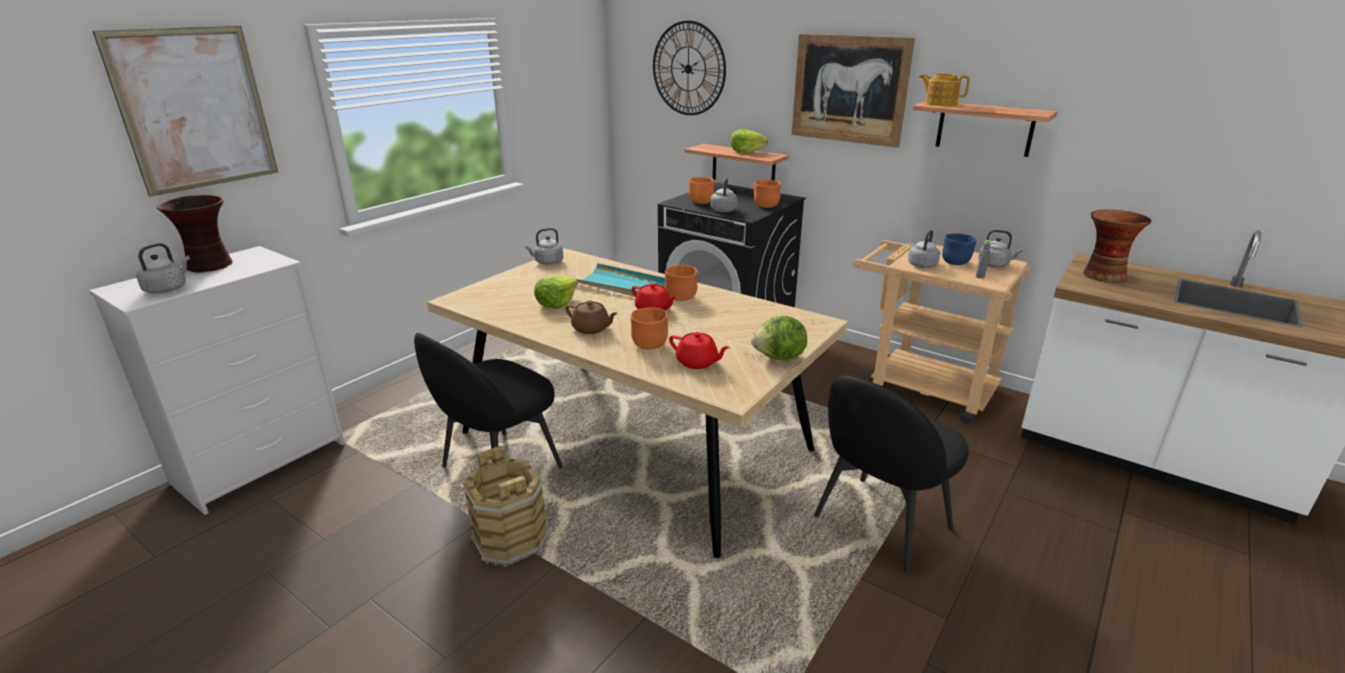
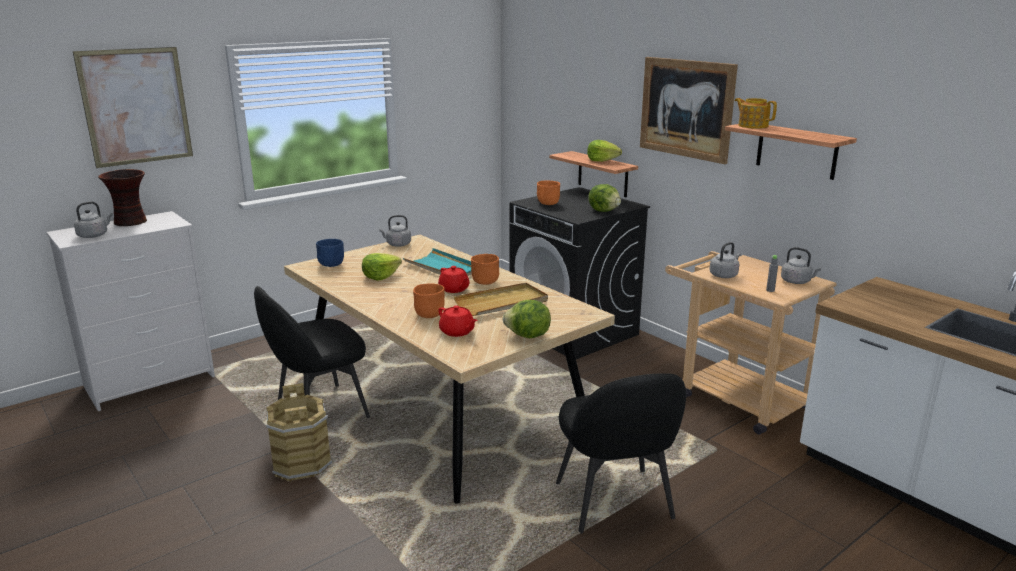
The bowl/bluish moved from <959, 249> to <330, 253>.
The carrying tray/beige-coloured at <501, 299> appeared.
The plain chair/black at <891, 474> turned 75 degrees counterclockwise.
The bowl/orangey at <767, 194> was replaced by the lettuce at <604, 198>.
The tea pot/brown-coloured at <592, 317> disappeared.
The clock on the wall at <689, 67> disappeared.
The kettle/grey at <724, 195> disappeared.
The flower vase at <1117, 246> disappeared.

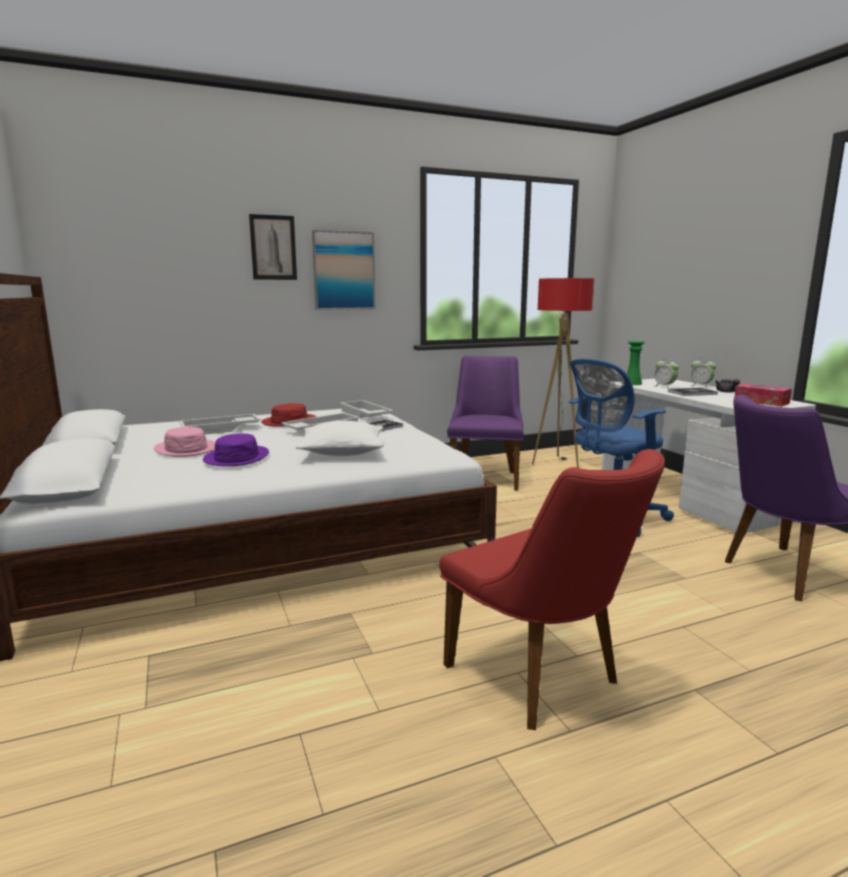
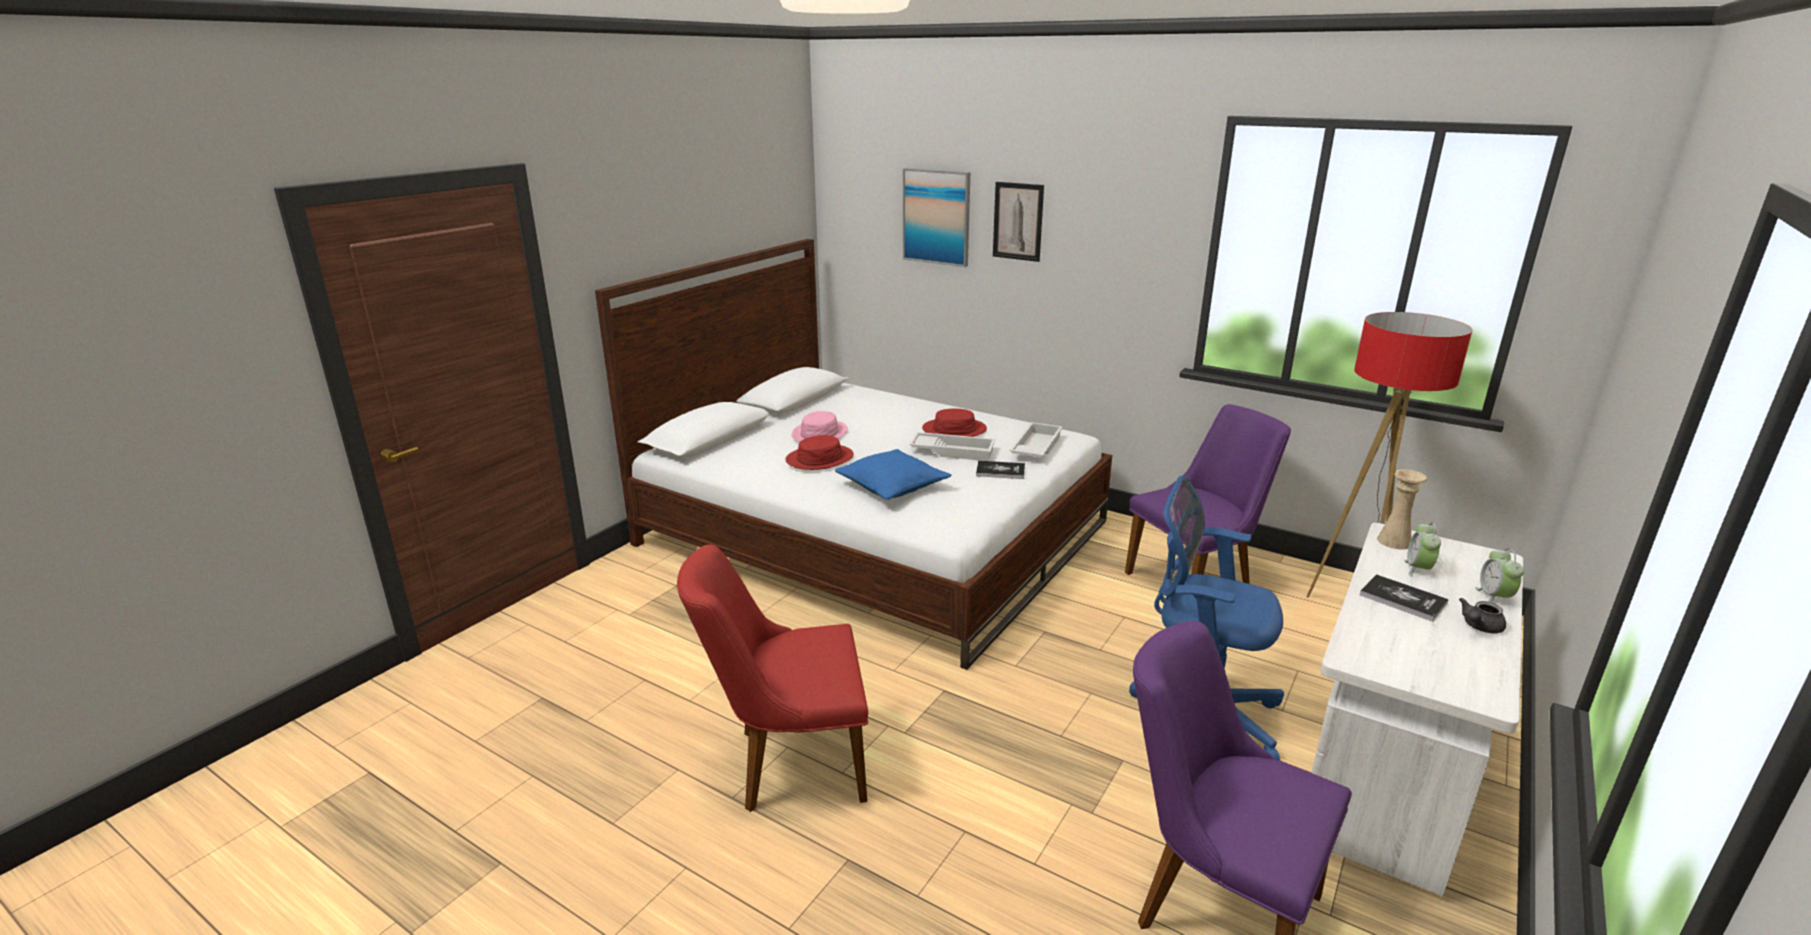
The plain chair/reddish at <552, 589> turned 60 degrees clockwise.
The wearable hat/purple at <236, 449> became the wearable hat/reddish at <819, 452>.
The throw pillow/white-coloured at <340, 438> became the throw pillow/bluish at <893, 474>.
The wall art moved from <343, 270> to <937, 217>.
The flower vase/green-coloured at <636, 363> became the flower vase/beige-coloured at <1402, 509>.
The carrying tray/white-coloured at <220, 424> disappeared.
The tissue box at <763, 395> disappeared.

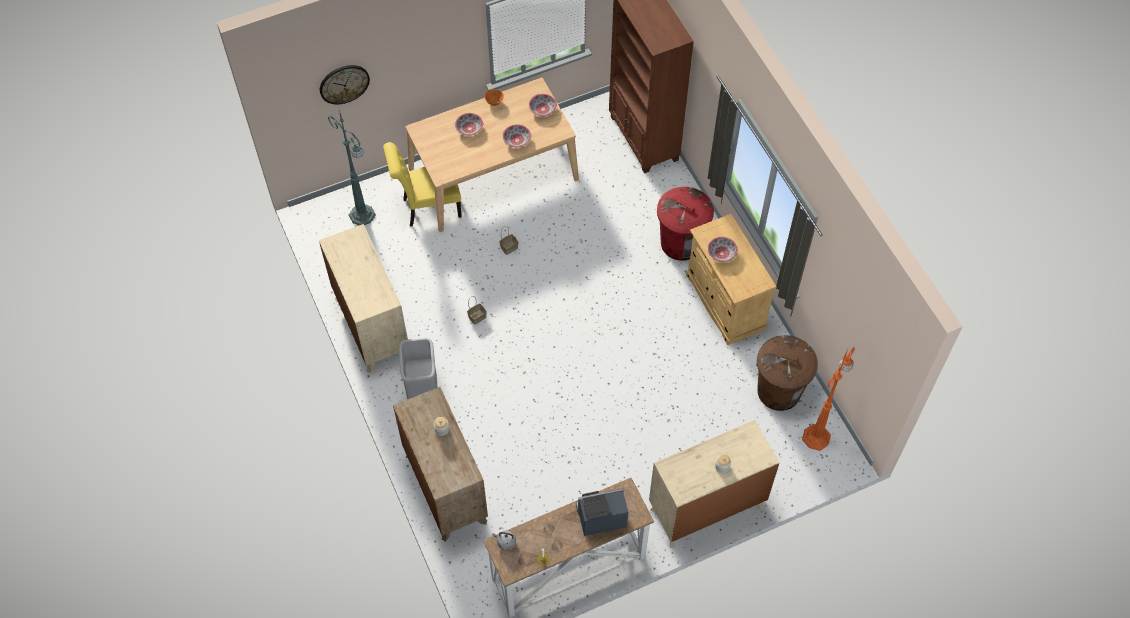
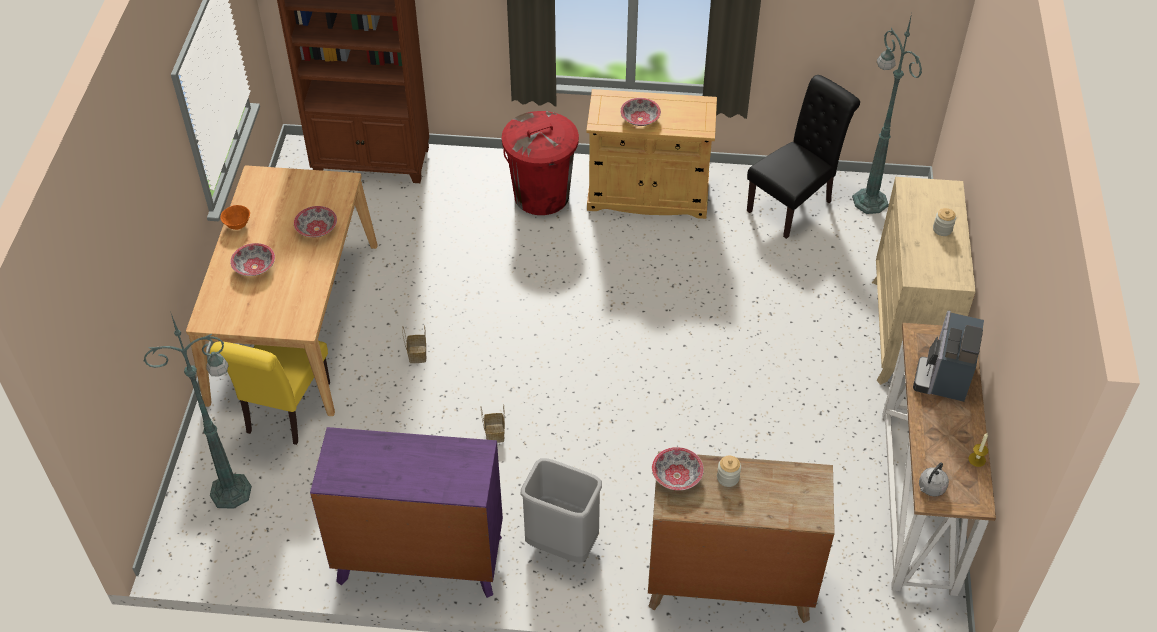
The chest of drawers/beige-coloured at <363, 298> became the chest of drawers/purple at <406, 512>.
The bowl moved from <543, 105> to <678, 468>.
The waste bin/brown-coloured at <787, 373> was replaced by the plain chair/black at <803, 157>.
The standing lamp/orangey at <828, 399> became the standing lamp/green-coloured at <887, 114>.
The clock on the wall at <345, 84> disappeared.

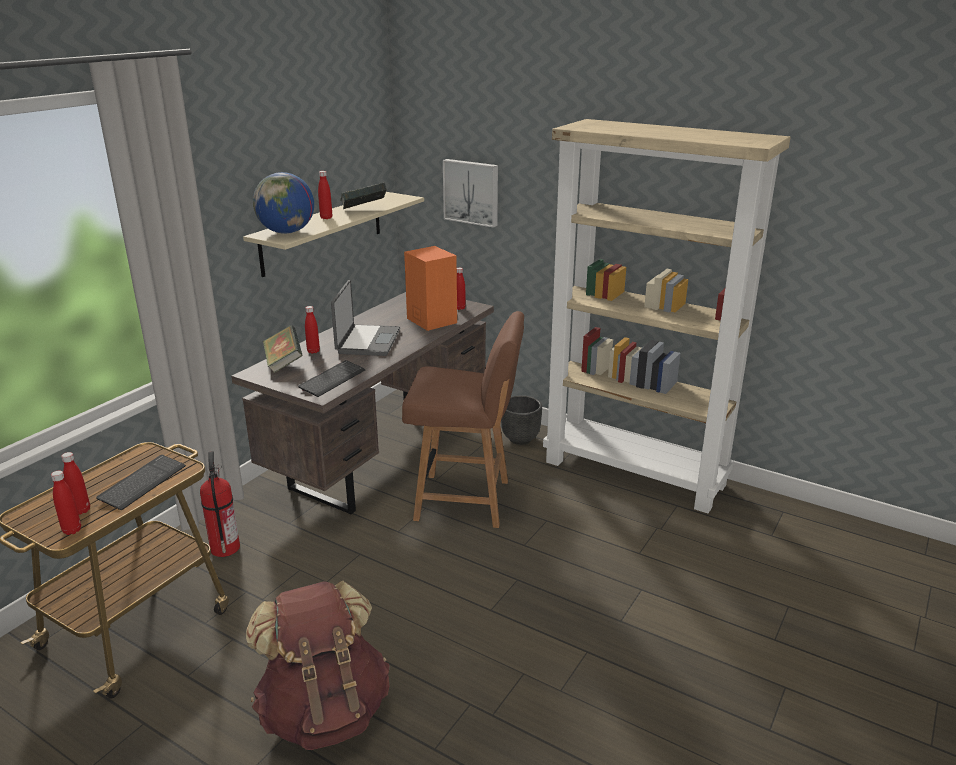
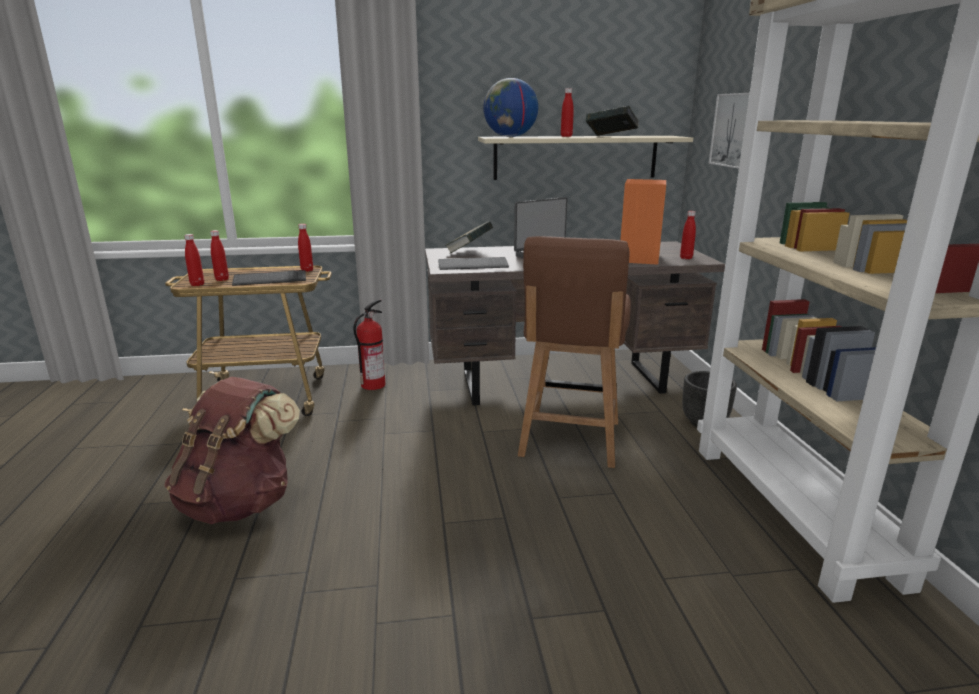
The bottle/reddish moved from <312, 330> to <305, 248>.
The plain chair/brown-coloured at <463, 419> turned 45 degrees clockwise.

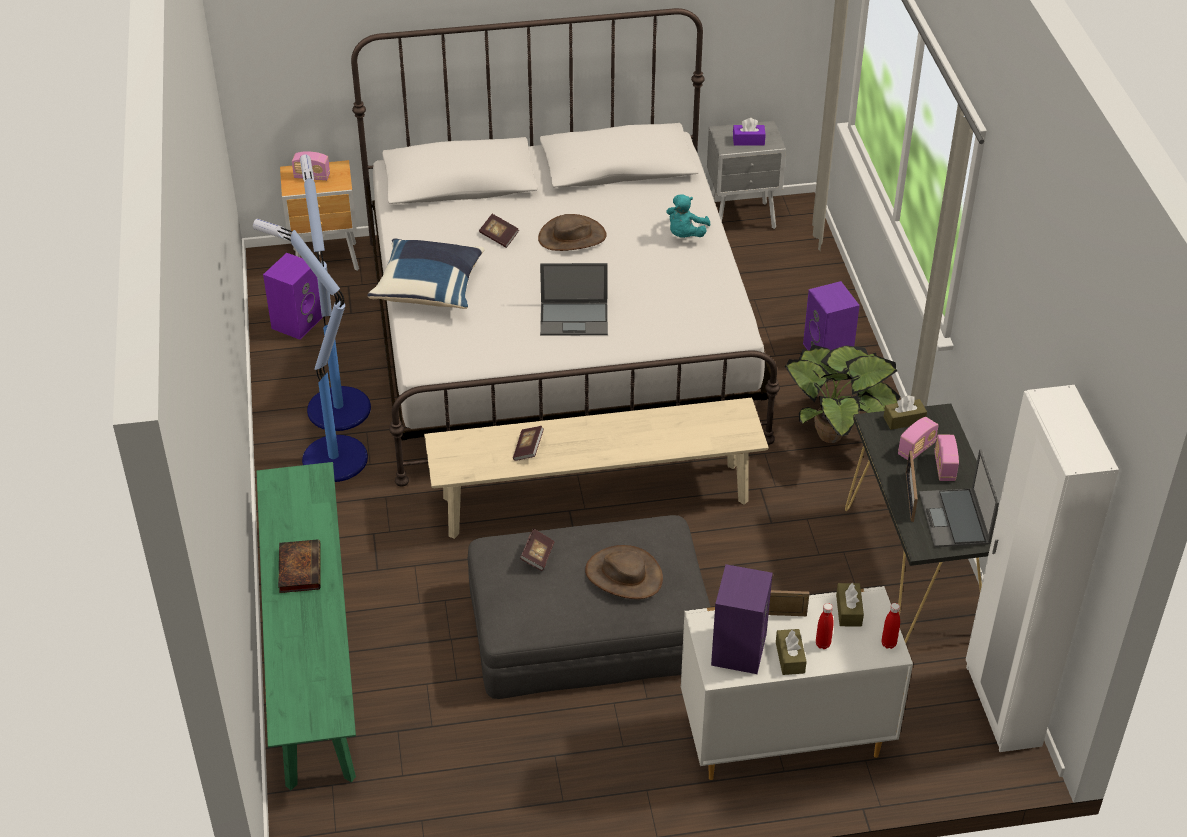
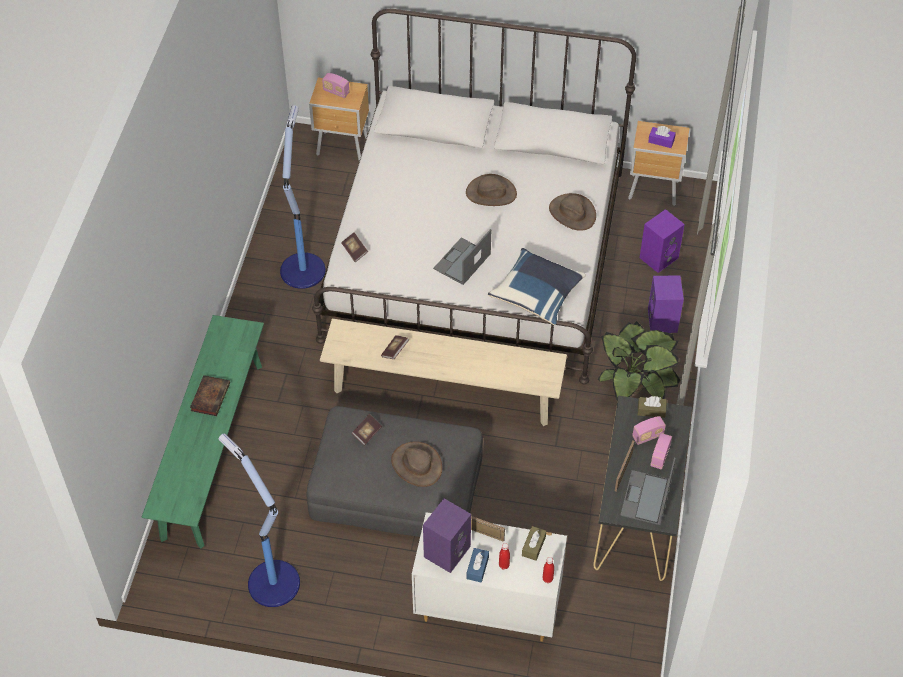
The standing lamp moved from <310, 350> to <259, 520>.
The book moved from <499, 231> to <354, 247>.
The notebook computer at <574, 299> turned 105 degrees clockwise.
The tissue box/brown-coloured at <791, 652> became the tissue box/bluish at <477, 565>.
The throw pillow/bluish moved from <426, 273> to <537, 286>.
The cuddly toy/turquoise at <688, 216> was replaced by the wearable hat/brown-coloured at <572, 212>.
The nightstand/grey at <746, 175> became the nightstand/brown-coloured at <659, 163>.
The speaker/purple moved from <293, 296> to <662, 241>.
The armoire/white-coloured at <1042, 568> disappeared.

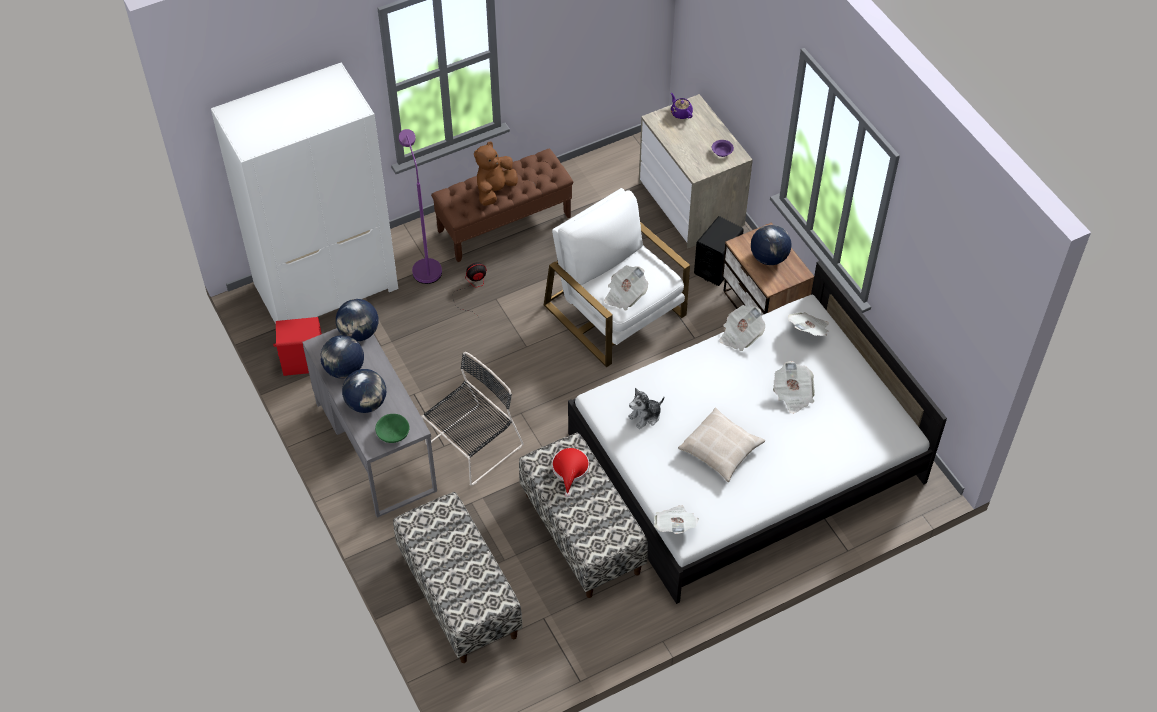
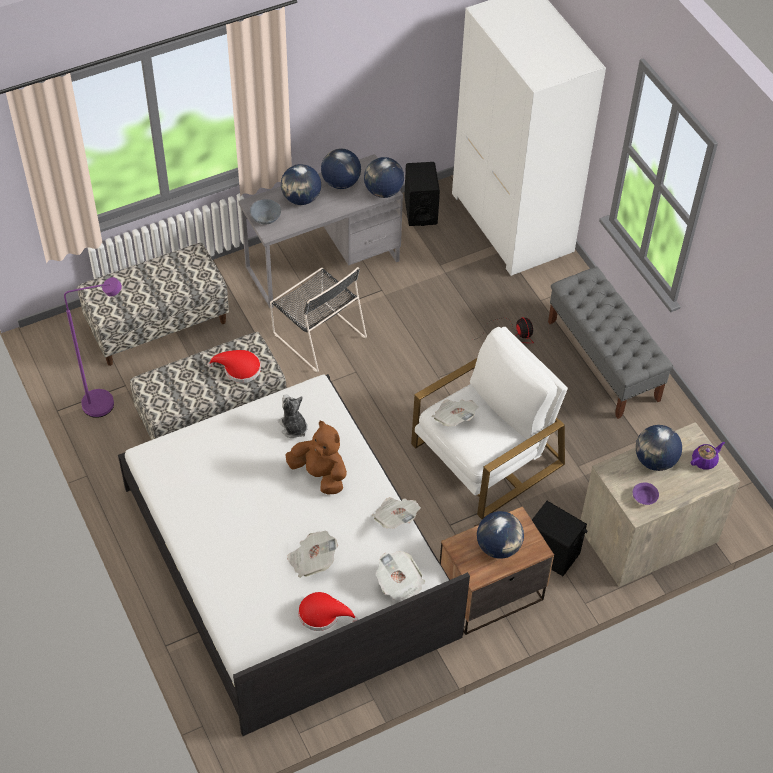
The standing lamp/purple moved from <420, 206> to <93, 347>.
The bowl/green-coloured at <392, 428> became the bowl/grey at <265, 211>.
The cuddly toy/brown-coloured moved from <496, 174> to <316, 457>.
The wearable hat/reddish at <328, 611> appeared.
The speaker/reddish at <297, 346> became the speaker/black at <422, 194>.
The long seat/brown-coloured at <502, 205> became the long seat/grey at <610, 343>.
The world globe at <659, 448> appeared.
The printed paper at <676, 519> disappeared.
The throw pillow/beige-coloured at <721, 445> disappeared.

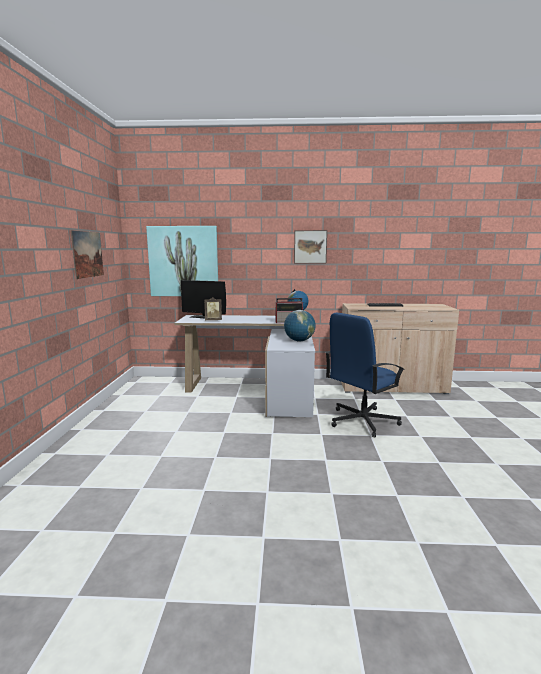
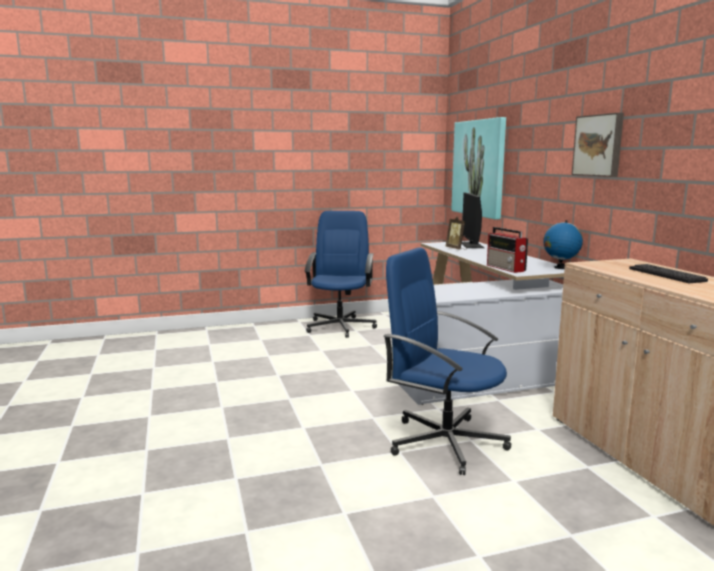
The desk chair/bluish at <340, 274> appeared.
The wall art at <87, 254> disappeared.
The world globe at <300, 325> disappeared.

